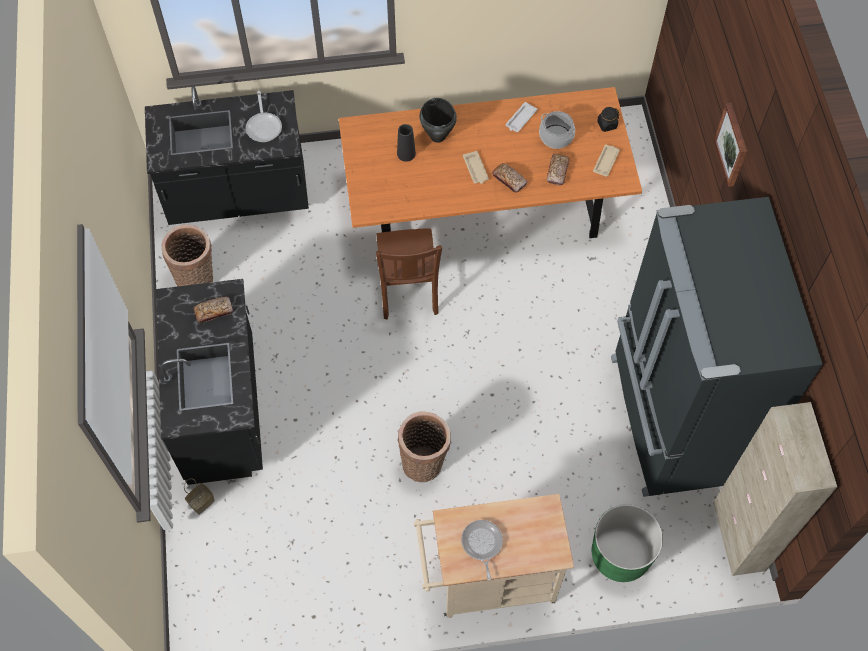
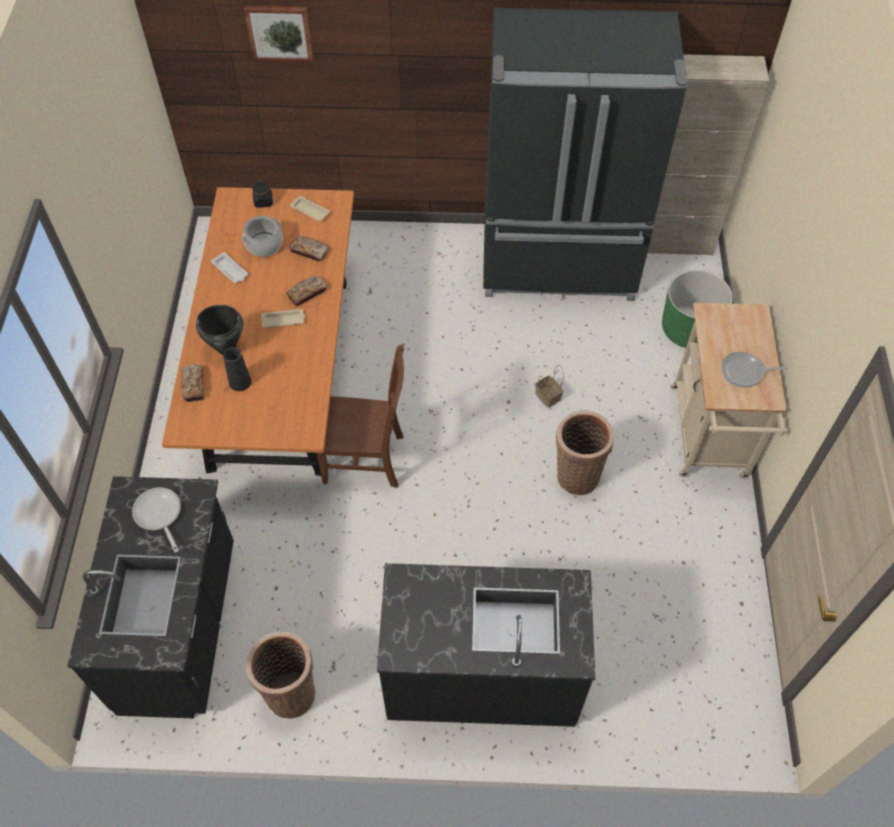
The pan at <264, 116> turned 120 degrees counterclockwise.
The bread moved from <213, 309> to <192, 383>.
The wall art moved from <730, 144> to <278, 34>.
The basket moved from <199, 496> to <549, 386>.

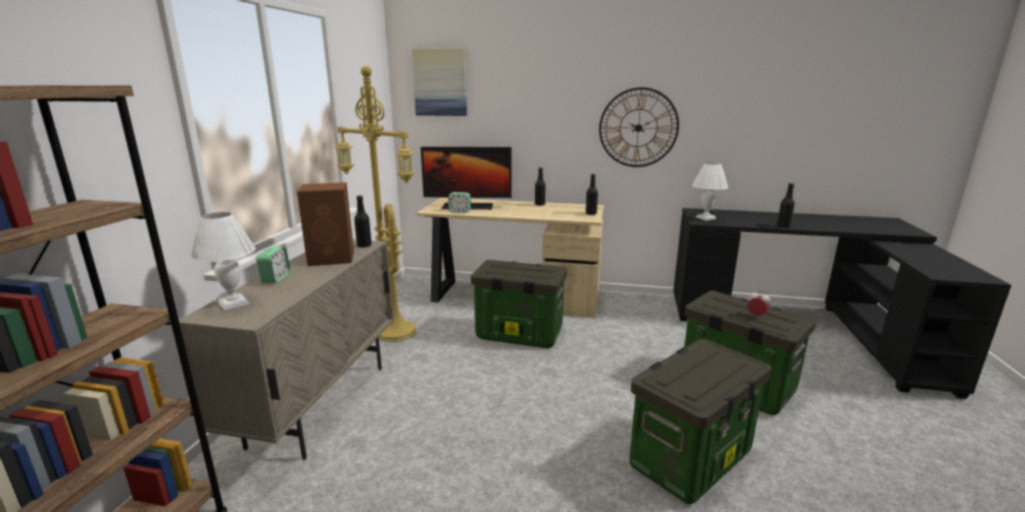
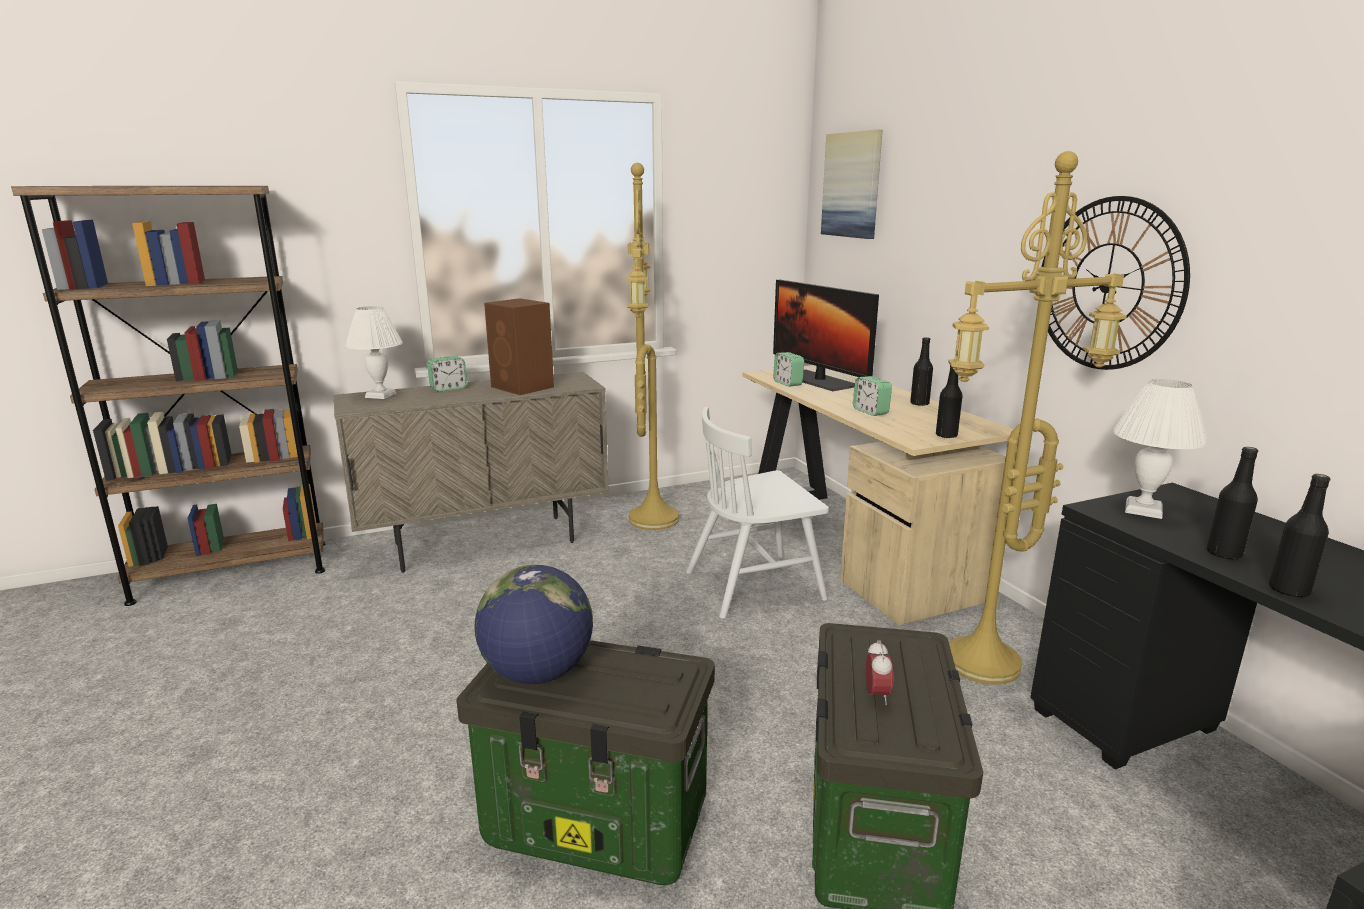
The world globe at <534, 624> appeared.
The storage box at <519, 304> was replaced by the plain chair/white-coloured at <757, 513>.
The bedside clock at <872, 396> appeared.
The standing lamp/yellow-coloured at <1037, 417> appeared.
The bottle/black moved from <363, 221> to <1232, 503>.

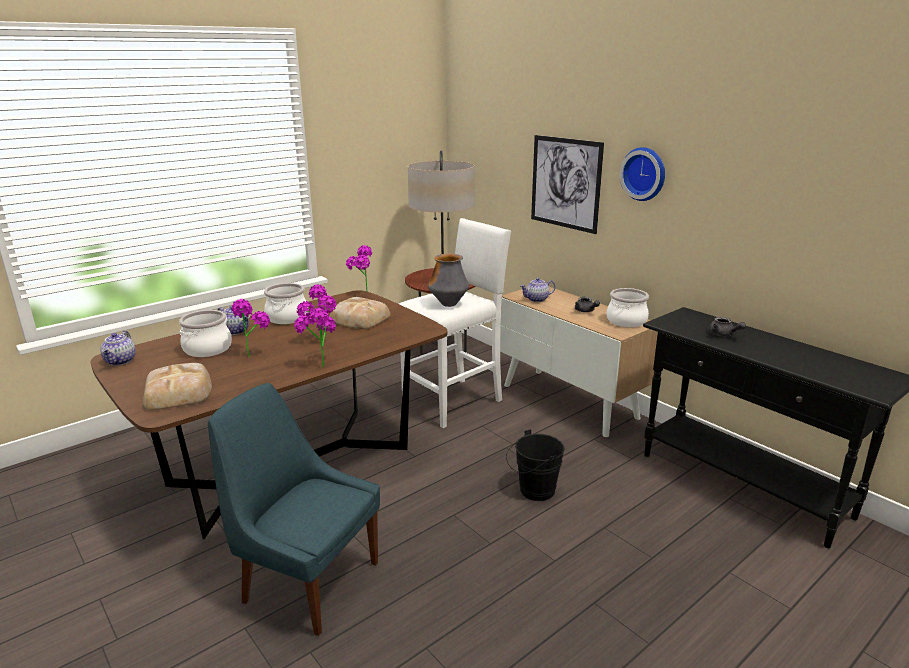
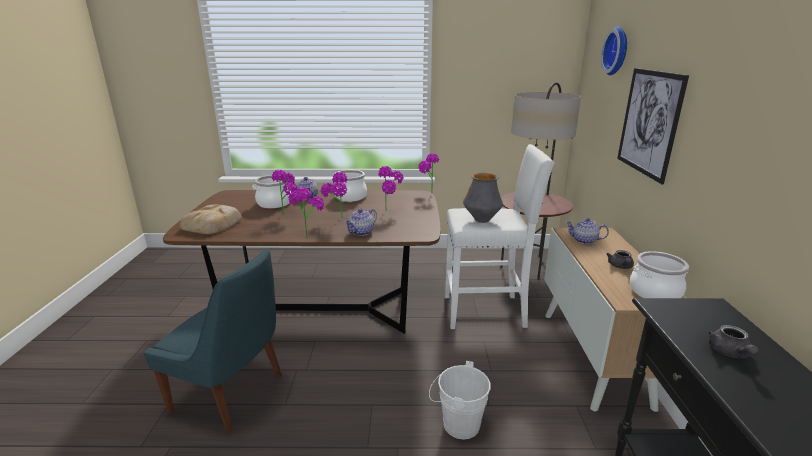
The plain chair/bluish at <294, 509> turned 135 degrees clockwise.
The tea pot moved from <118, 348> to <360, 222>.
The bread at <359, 313> was replaced by the plant in a pot at <391, 187>.
The bucket/black at <535, 465> became the bucket/white-coloured at <460, 400>.
The clock on the wall moved from <642, 174> to <614, 50>.

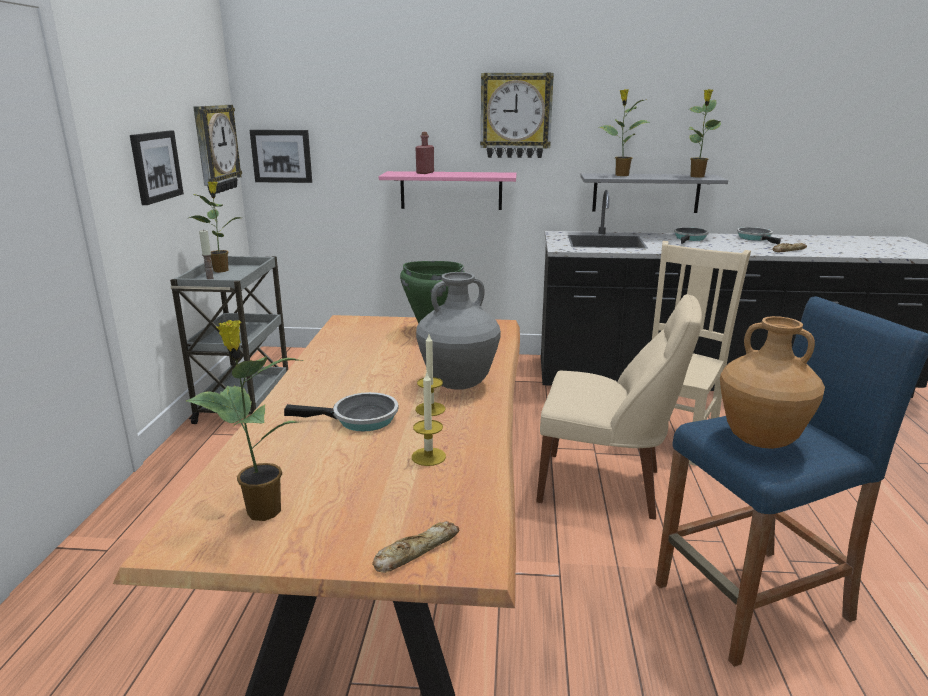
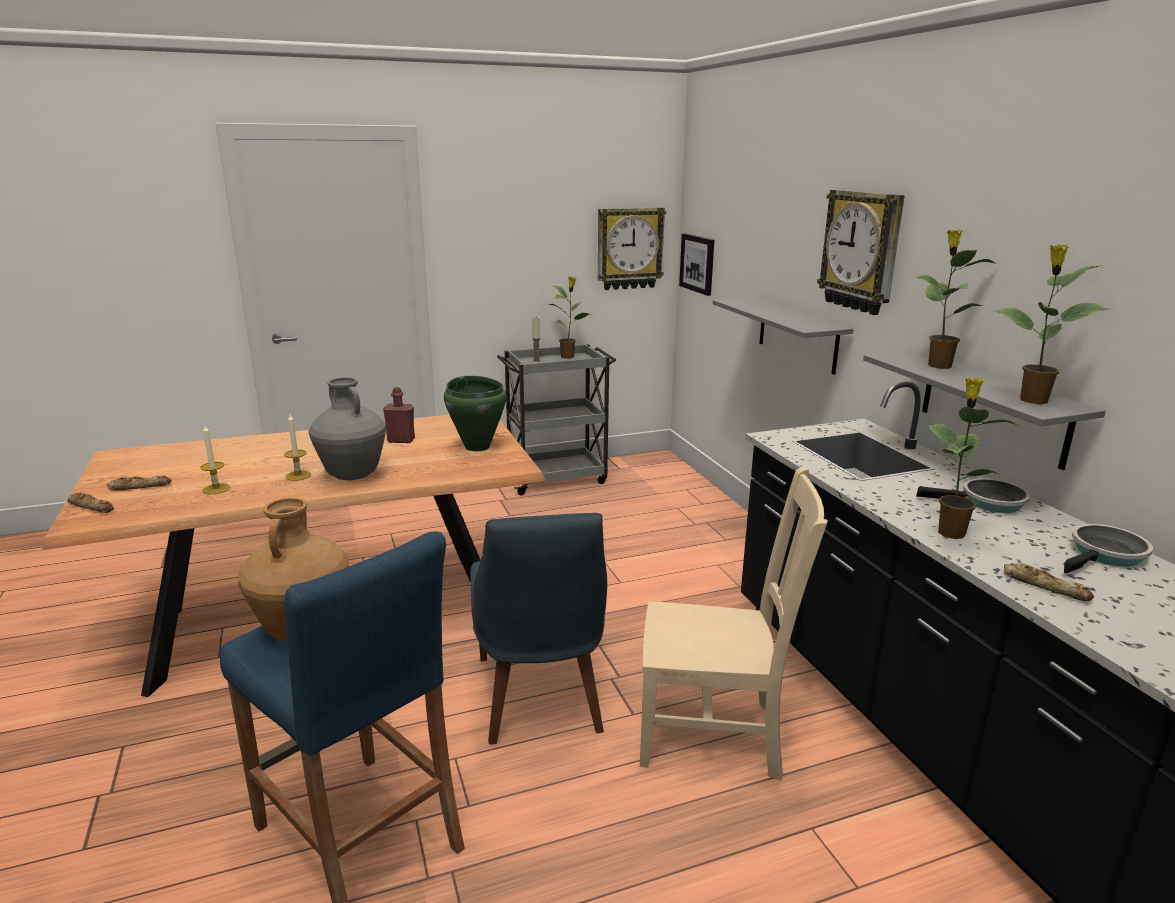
The bread at <139, 483> appeared.
The bottle/reddish moved from <425, 153> to <399, 415>.
The plain chair/beige-coloured at <619, 407> became the plain chair/bluish at <538, 629>.
The wall shelf/pink-coloured at <447, 190> became the wall shelf/grey at <783, 336>.
The plant in a pot moved from <245, 420> to <974, 458>.
The wall art at <157, 168> disappeared.
The pan at <341, 411> disappeared.

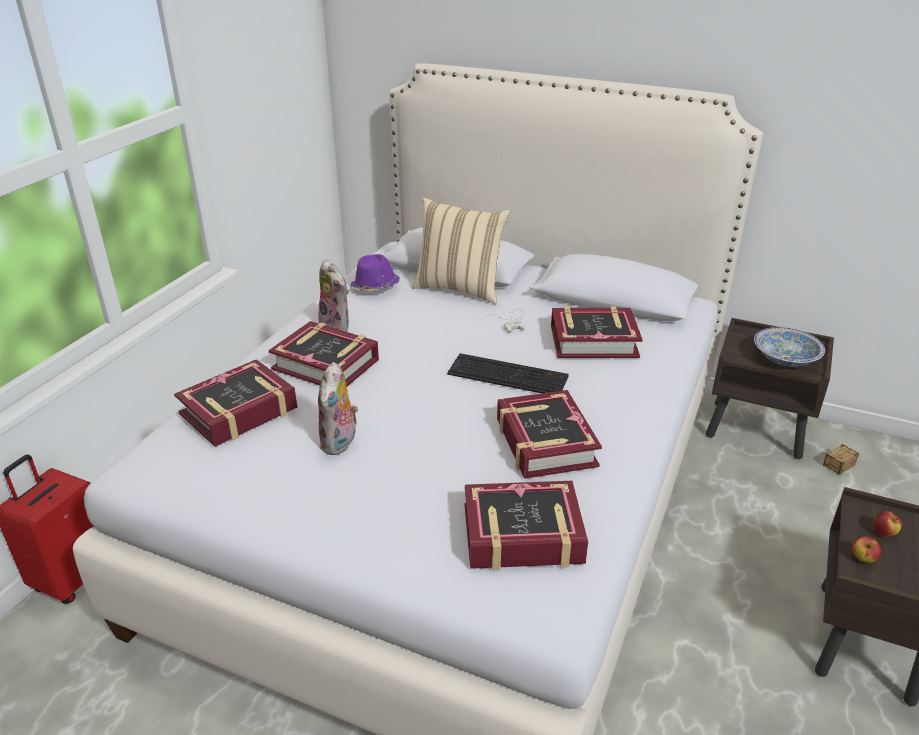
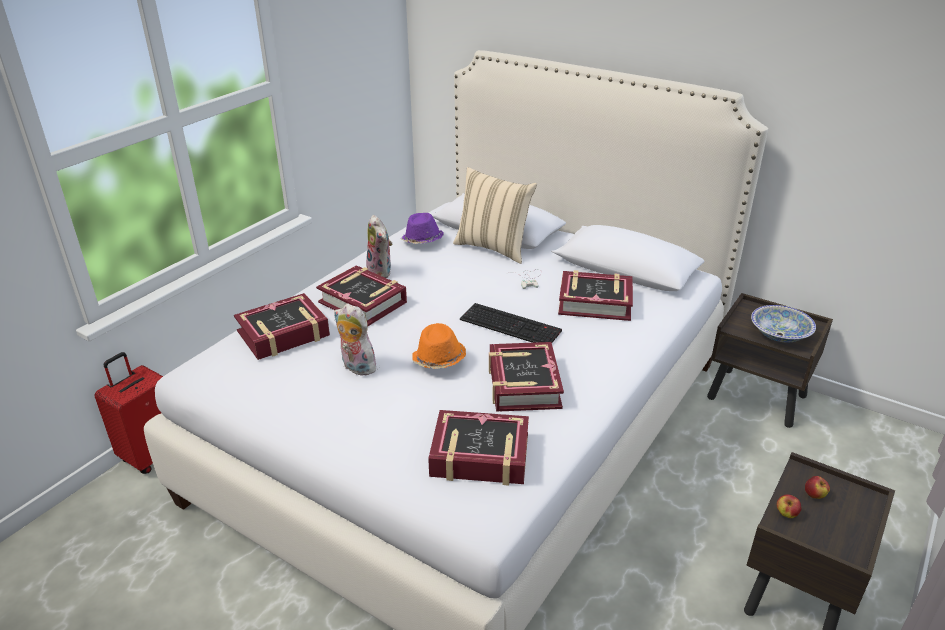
The cuddly toy at <338, 408> turned 105 degrees clockwise.
The wearable hat/orangey at <439, 346> appeared.
The storage box at <841, 459> disappeared.

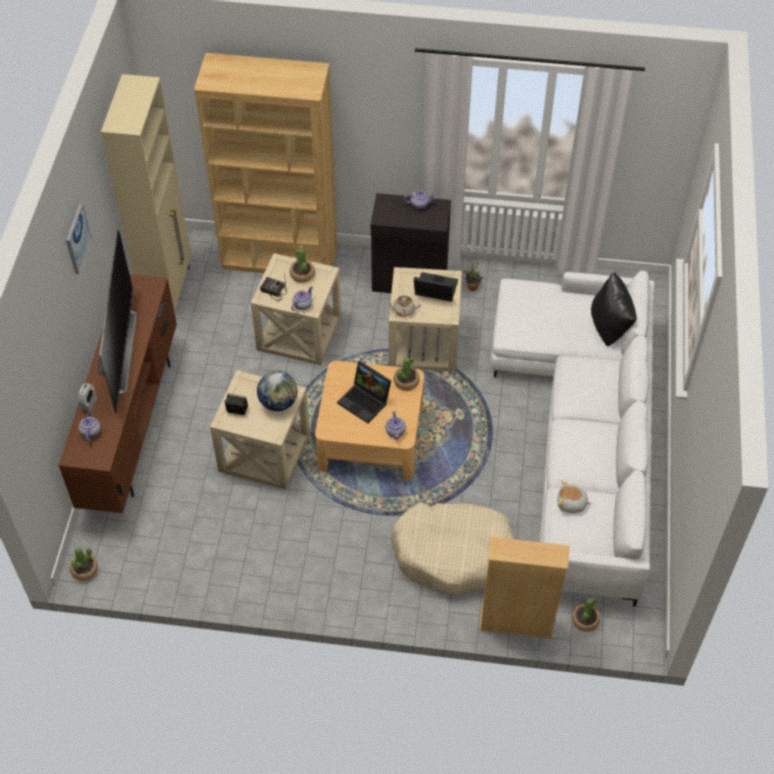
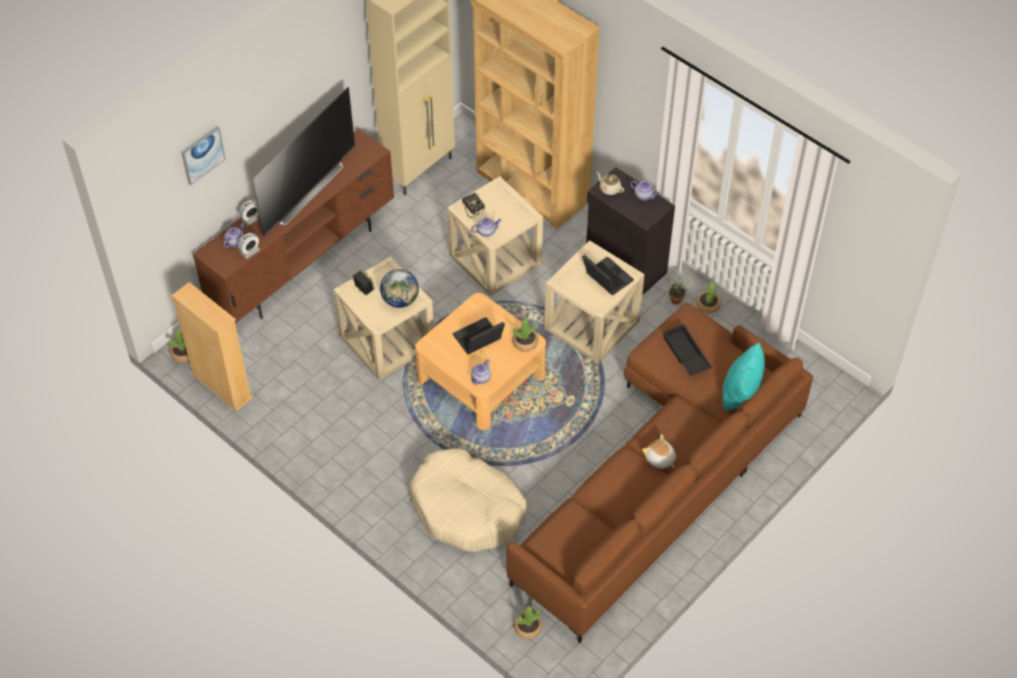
The bookshelf/beige-coloured moved from <524, 588> to <212, 346>.
The wall art moved from <78, 239> to <203, 155>.
The bedside clock at <249, 246> appeared.
The notebook computer at <364, 392> turned 75 degrees clockwise.
The sofa/white-coloured at <572, 439> became the sofa/brown-coloured at <659, 472>.
The tea pot/beige-coloured moved from <403, 306> to <610, 183>.
The cuddly toy moved from <574, 496> to <659, 451>.
The carrying tray/black at <687, 350> appeared.
The plant in a pot moved from <302, 266> to <708, 297>.
The throw pillow/black at <614, 309> became the throw pillow/turquoise at <744, 376>.

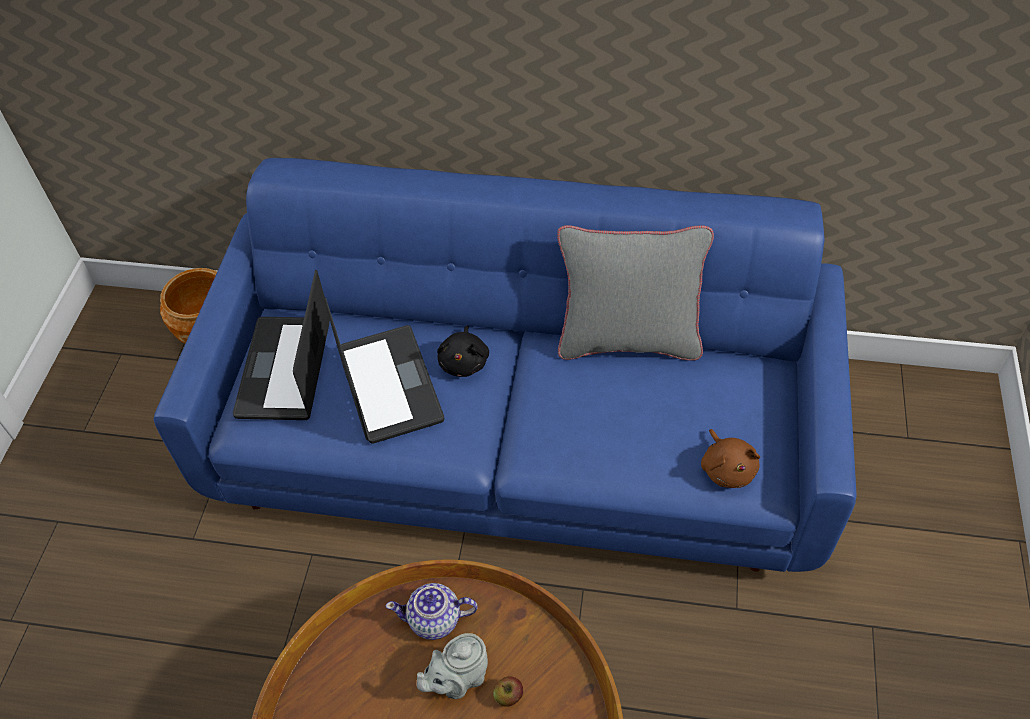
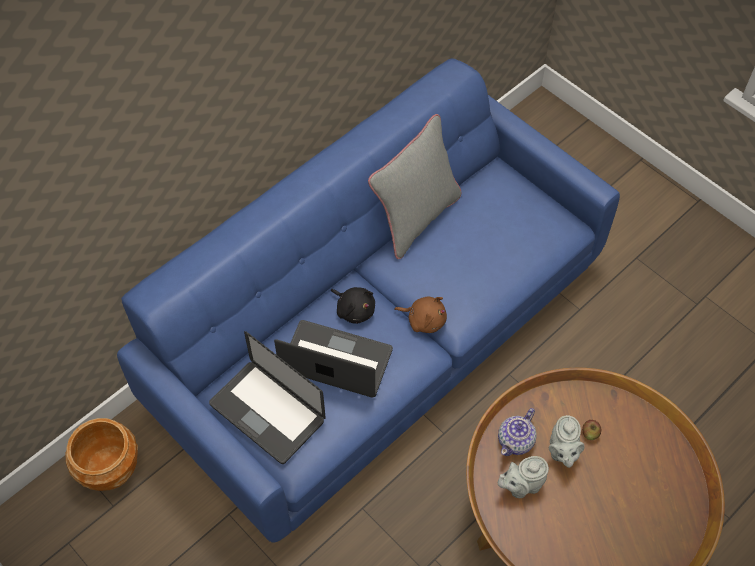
The cuddly toy/brown-coloured moved from <730, 458> to <420, 314>.
The tea pot/grey at <523, 477> appeared.

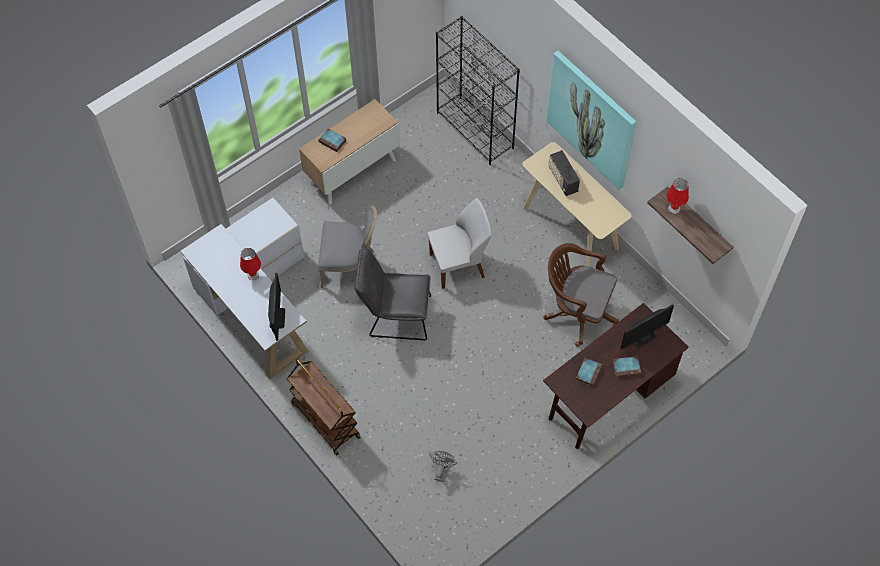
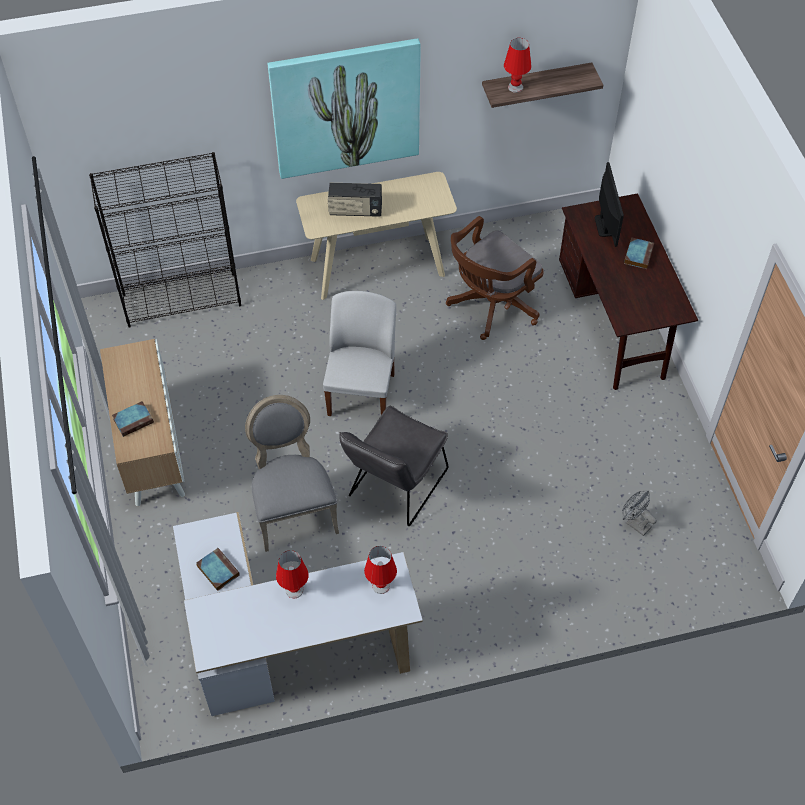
The book moved from <589, 372> to <218, 569>.
The plain chair/grey at <347, 247> turned 45 degrees counterclockwise.
The computer display at <276, 307> was replaced by the table lamp/reddish at <380, 570>.
The wheeled cart/brown-coloured at <324, 407> disappeared.

